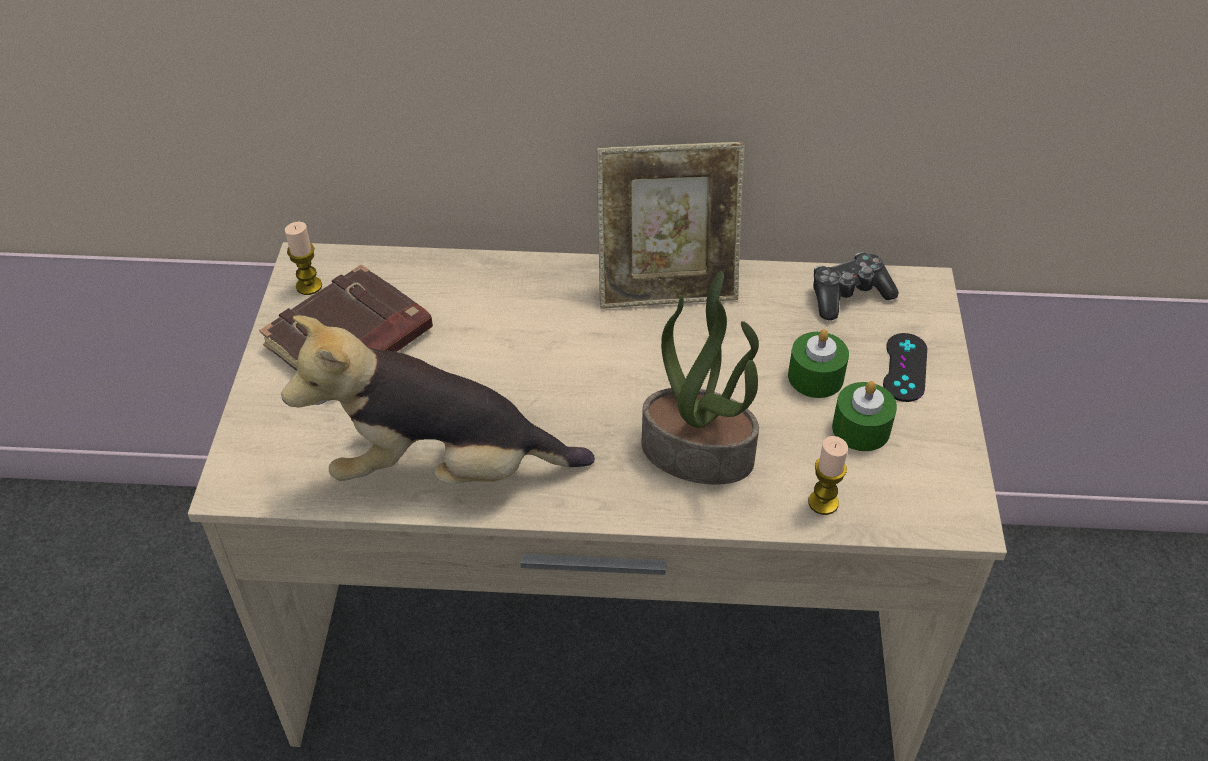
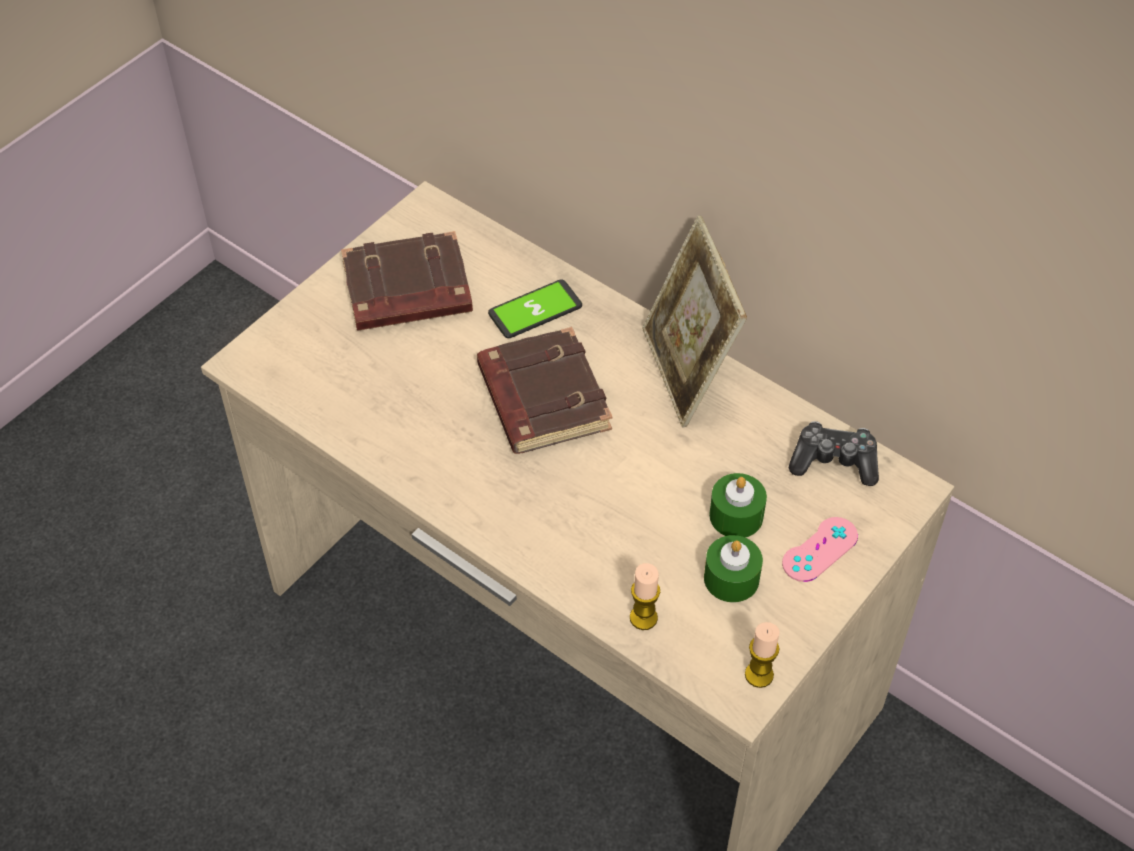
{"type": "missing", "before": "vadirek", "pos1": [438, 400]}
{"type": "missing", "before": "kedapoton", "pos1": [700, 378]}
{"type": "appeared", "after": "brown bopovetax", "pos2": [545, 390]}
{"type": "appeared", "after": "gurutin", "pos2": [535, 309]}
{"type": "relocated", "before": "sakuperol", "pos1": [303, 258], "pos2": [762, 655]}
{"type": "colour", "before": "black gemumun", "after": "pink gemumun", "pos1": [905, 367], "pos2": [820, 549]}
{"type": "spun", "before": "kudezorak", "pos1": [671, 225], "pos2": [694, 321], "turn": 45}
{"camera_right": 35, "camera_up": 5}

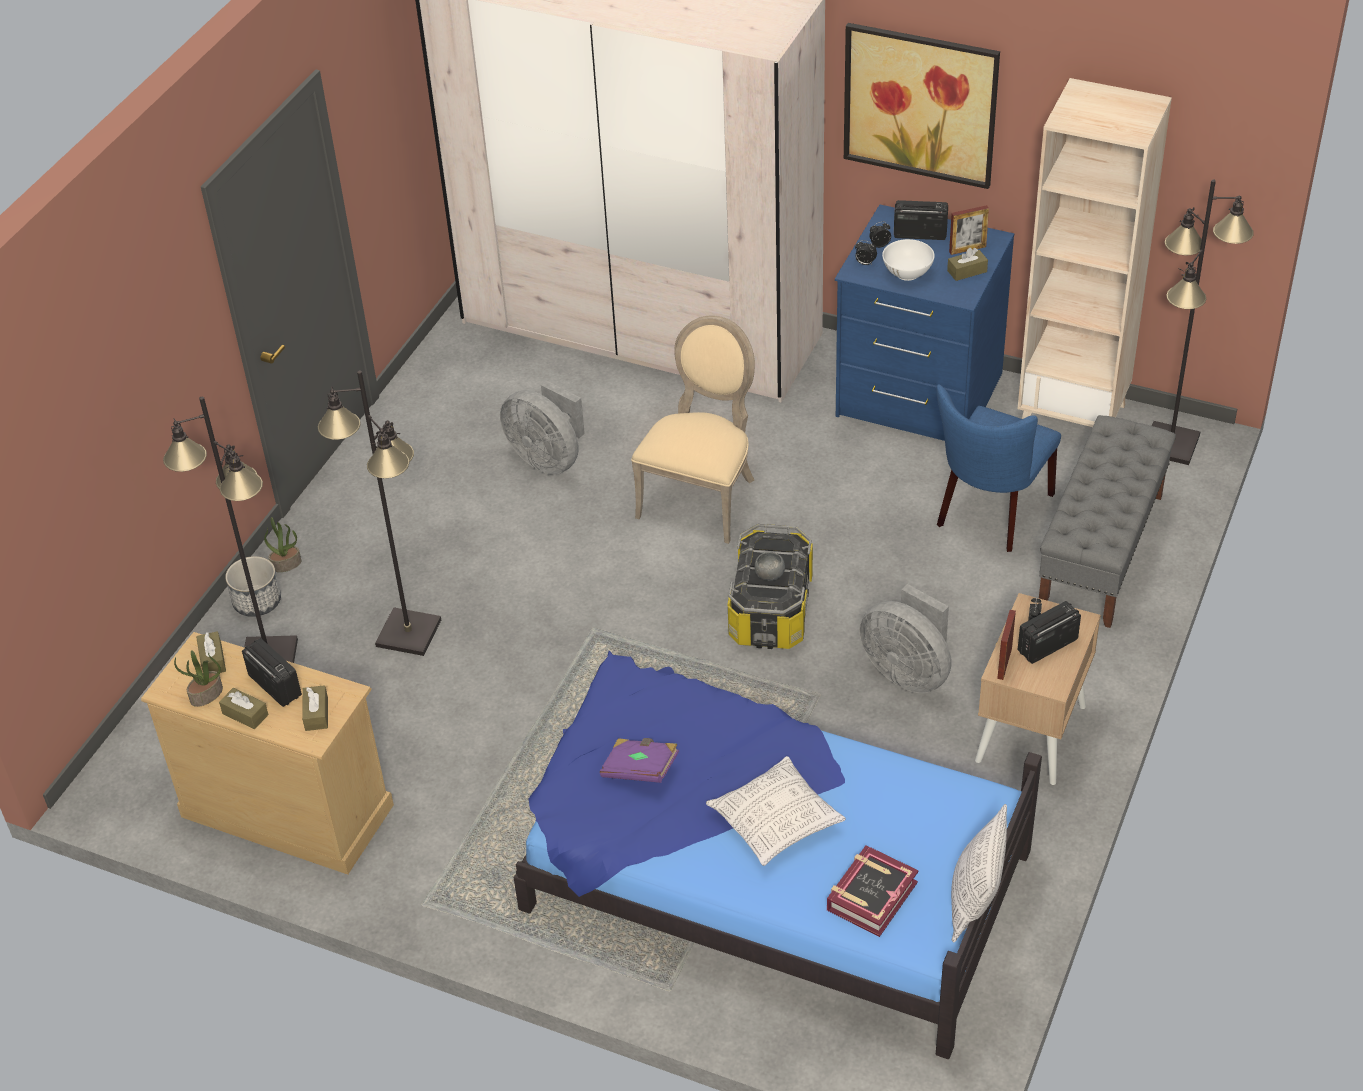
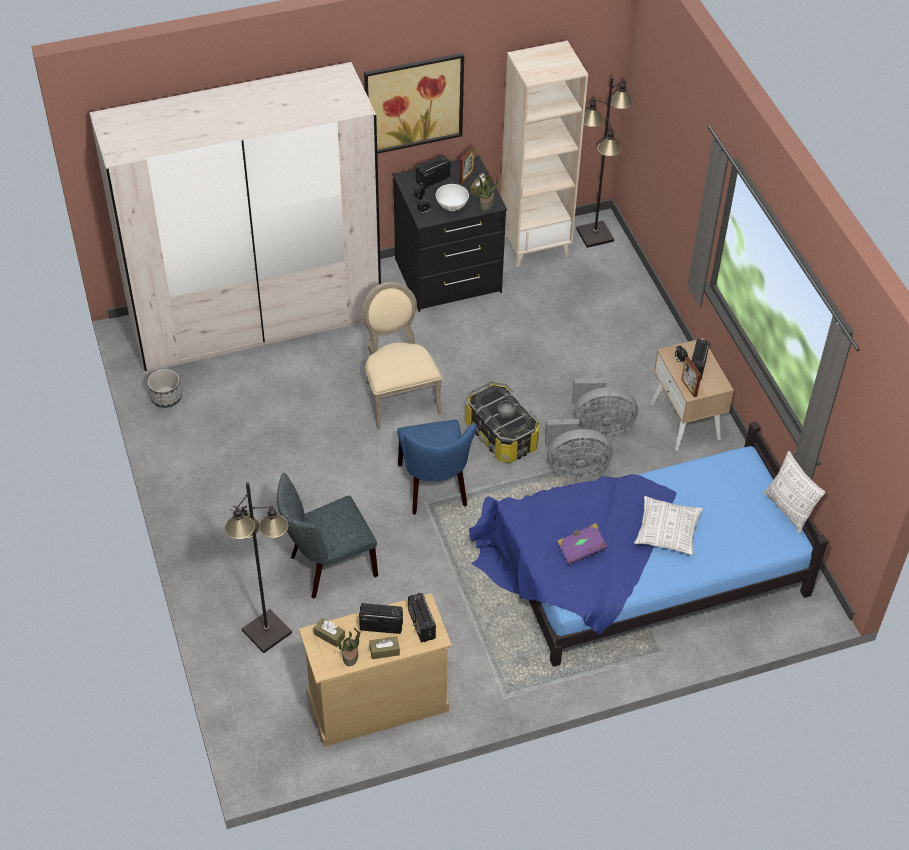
{"type": "missing", "before": "bopovetax", "pos1": [872, 891]}
{"type": "missing", "before": "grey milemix", "pos1": [1107, 521]}
{"type": "relocated", "before": "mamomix", "pos1": [253, 586], "pos2": [164, 388]}
{"type": "relocated", "before": "kedapoton", "pos1": [283, 544], "pos2": [487, 193]}
{"type": "relocated", "before": "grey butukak", "pos1": [542, 427], "pos2": [579, 448]}
{"type": "relocated", "before": "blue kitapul", "pos1": [998, 468], "pos2": [437, 467]}
{"type": "exchanged", "before": "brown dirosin", "after": "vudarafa", "pos1": [315, 708], "pos2": [422, 618]}
{"type": "exchanged", "before": "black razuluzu", "after": "grey kitapul", "pos1": [379, 513], "pos2": [327, 535]}
{"type": "colour", "before": "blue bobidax", "after": "black bobidax", "pos1": [924, 323], "pos2": [449, 234]}
{"camera_right": -45, "camera_up": 5}

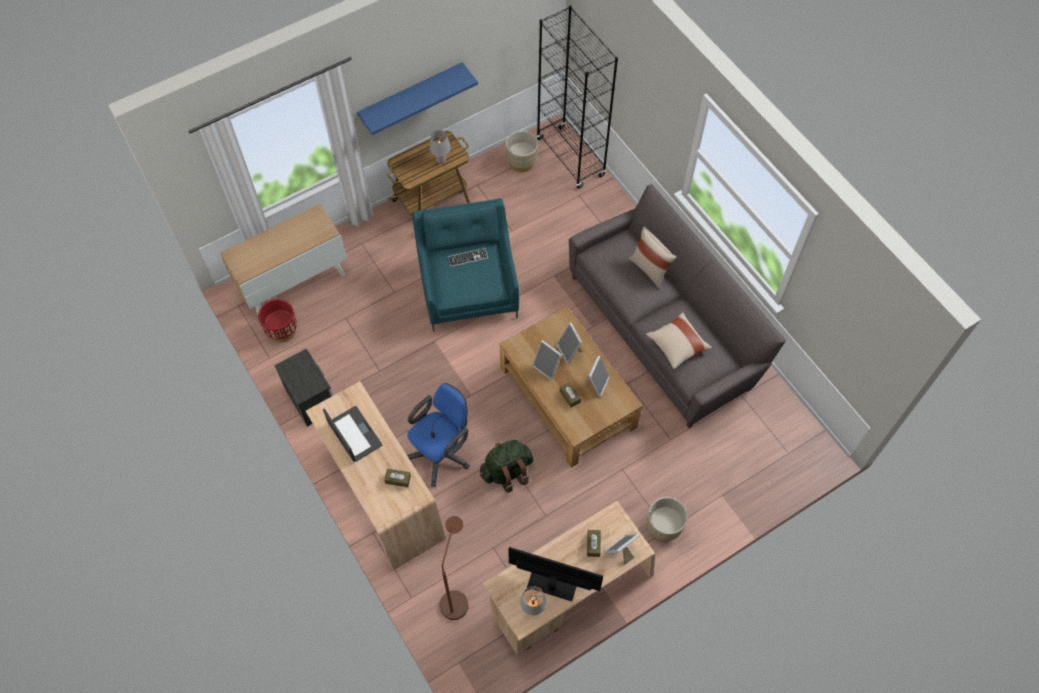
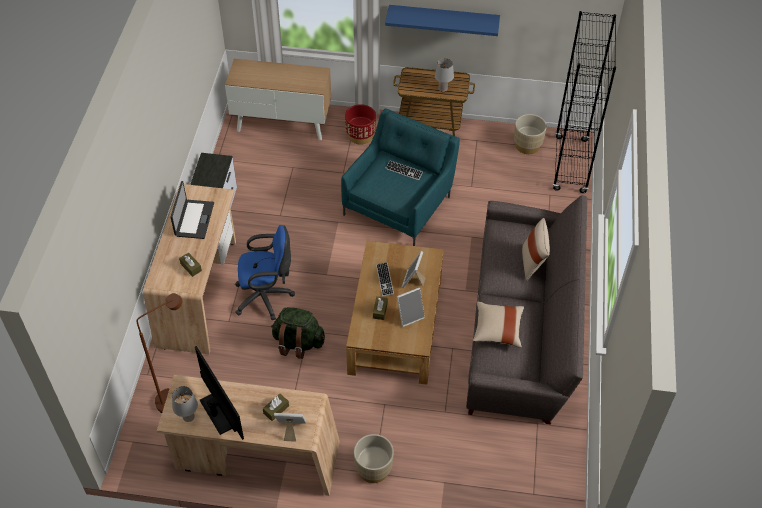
{"type": "relocated", "before": "red mamomix", "pos1": [277, 320], "pos2": [360, 124]}
{"type": "exchanged", "before": "kudezorak", "after": "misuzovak", "pos1": [547, 360], "pos2": [385, 279]}
{"camera_right": 40, "camera_up": -10}

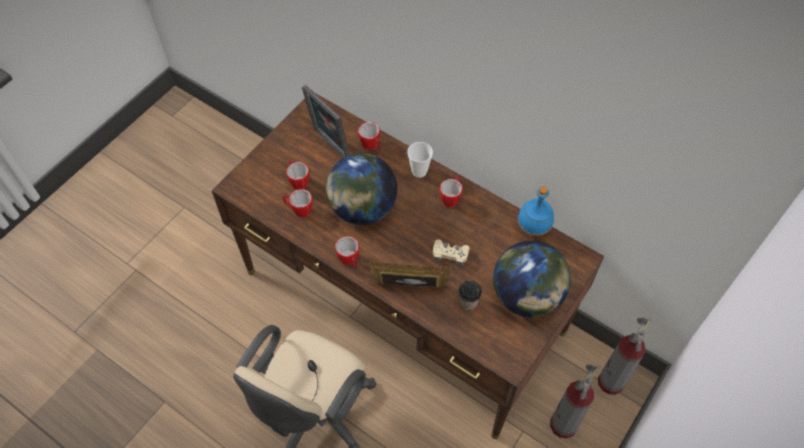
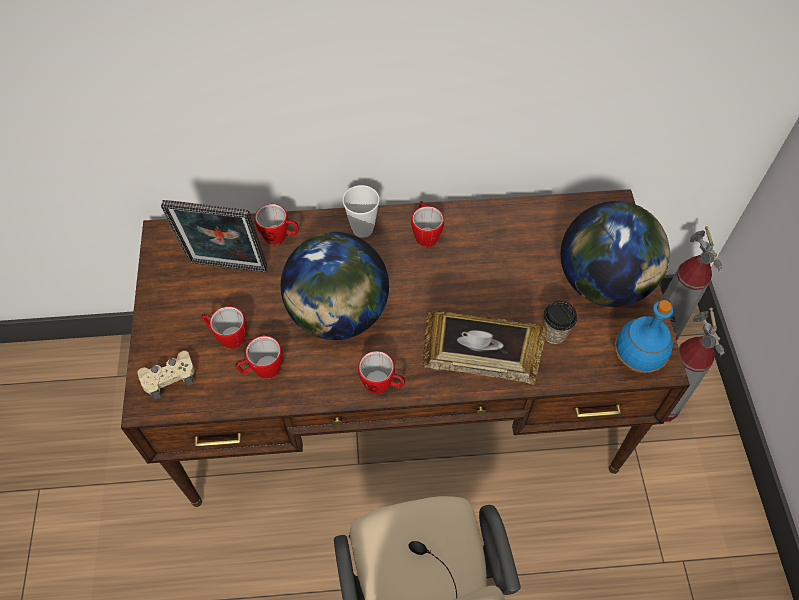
{"type": "relocated", "before": "beige gemumun", "pos1": [451, 253], "pos2": [166, 375]}
{"type": "relocated", "before": "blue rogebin", "pos1": [536, 211], "pos2": [644, 336]}
{"type": "spun", "before": "kudezorak", "pos1": [410, 274], "pos2": [485, 347], "turn": -135}
{"camera_right": -40, "camera_up": 0}

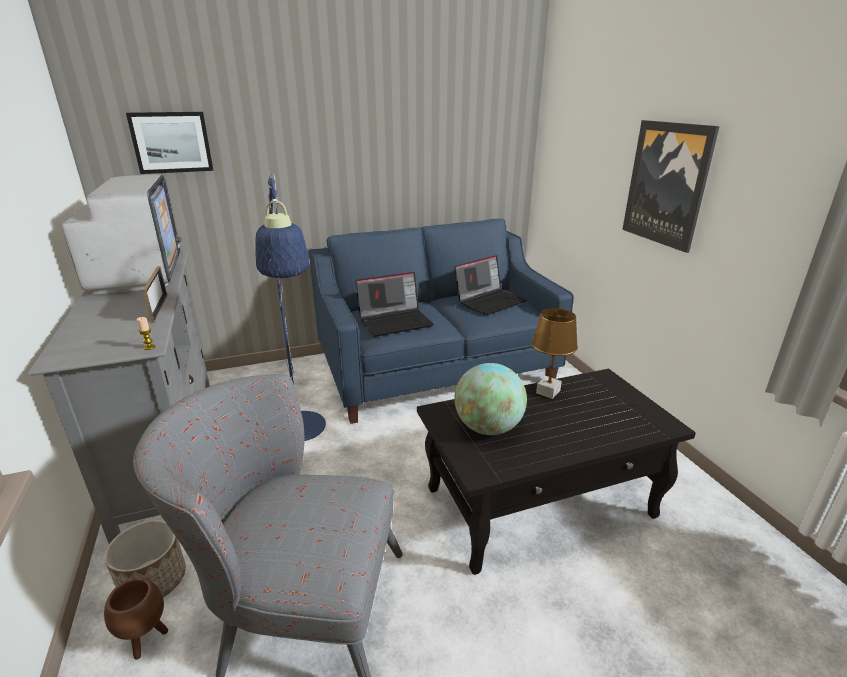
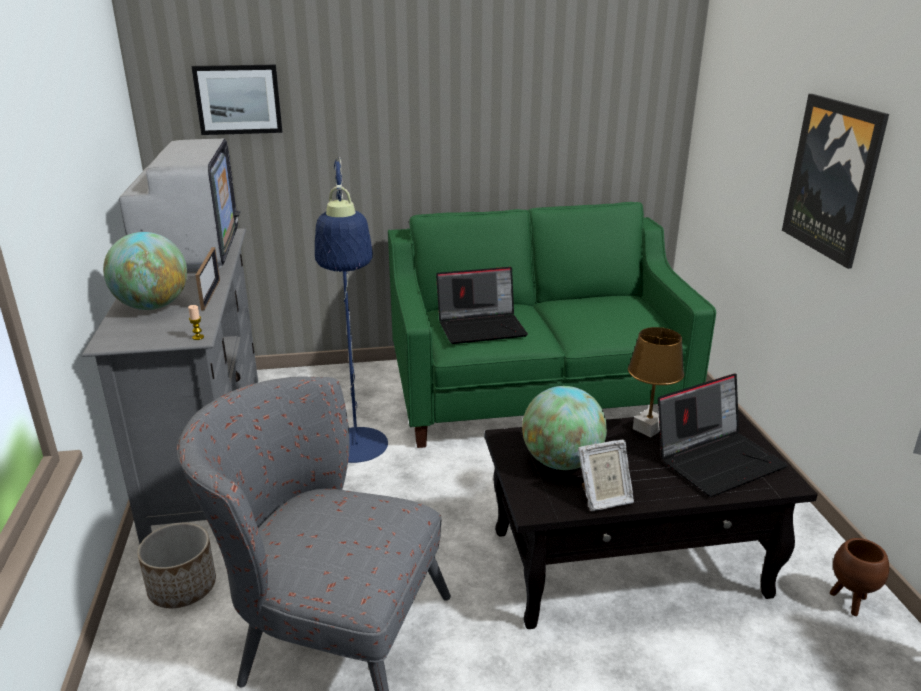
{"type": "appeared", "after": "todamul", "pos2": [145, 271]}
{"type": "appeared", "after": "kudezorak", "pos2": [606, 475]}
{"type": "relocated", "before": "brown mamomix", "pos1": [136, 619], "pos2": [859, 577]}
{"type": "relocated", "before": "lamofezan", "pos1": [491, 285], "pos2": [723, 435]}
{"type": "colour", "before": "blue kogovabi", "after": "green kogovabi", "pos1": [441, 321], "pos2": [552, 325]}
{"camera_right": 10, "camera_up": 0}

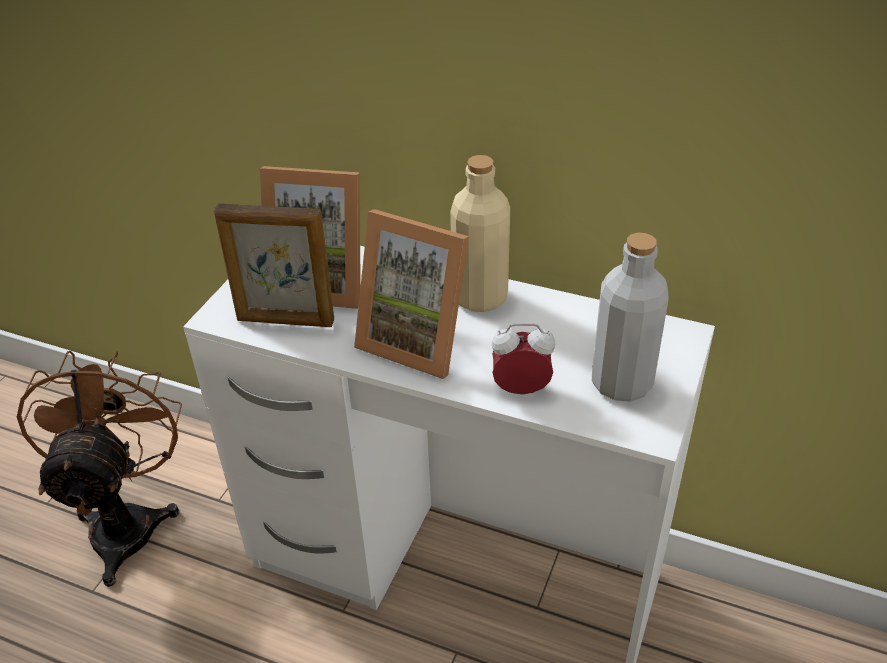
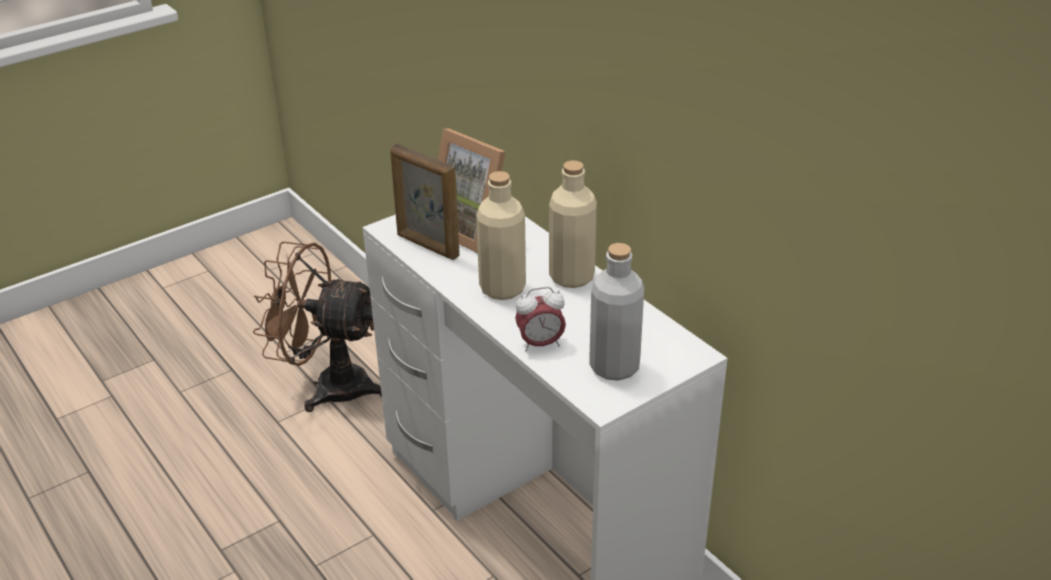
{"type": "exchanged", "before": "kudezorak", "after": "beige rogebin", "pos1": [411, 294], "pos2": [501, 235]}
{"type": "spun", "before": "brown butukak", "pos1": [99, 469], "pos2": [317, 326], "turn": -105}
{"type": "spun", "before": "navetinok", "pos1": [523, 359], "pos2": [540, 319], "turn": 135}
{"camera_right": 30, "camera_up": -5}

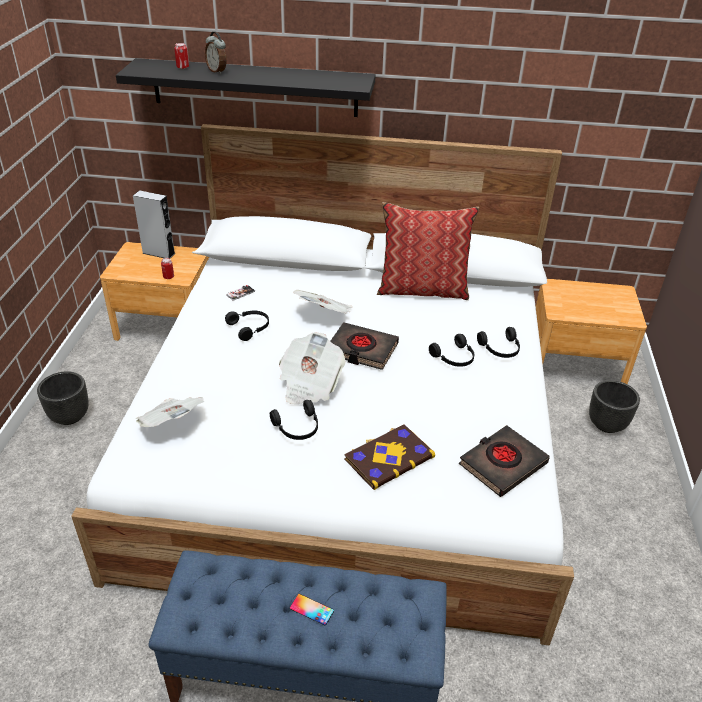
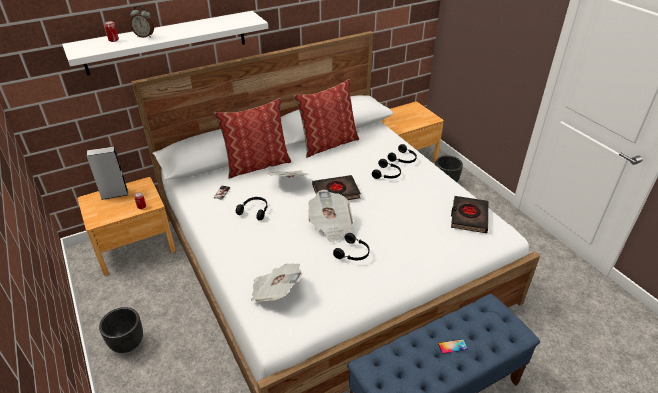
{"type": "missing", "before": "bopovetax", "pos1": [389, 457]}
{"type": "appeared", "after": "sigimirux", "pos2": [252, 138]}
{"type": "colour", "before": "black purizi", "after": "white purizi", "pos1": [246, 87], "pos2": [165, 43]}
{"camera_right": -35, "camera_up": 0}

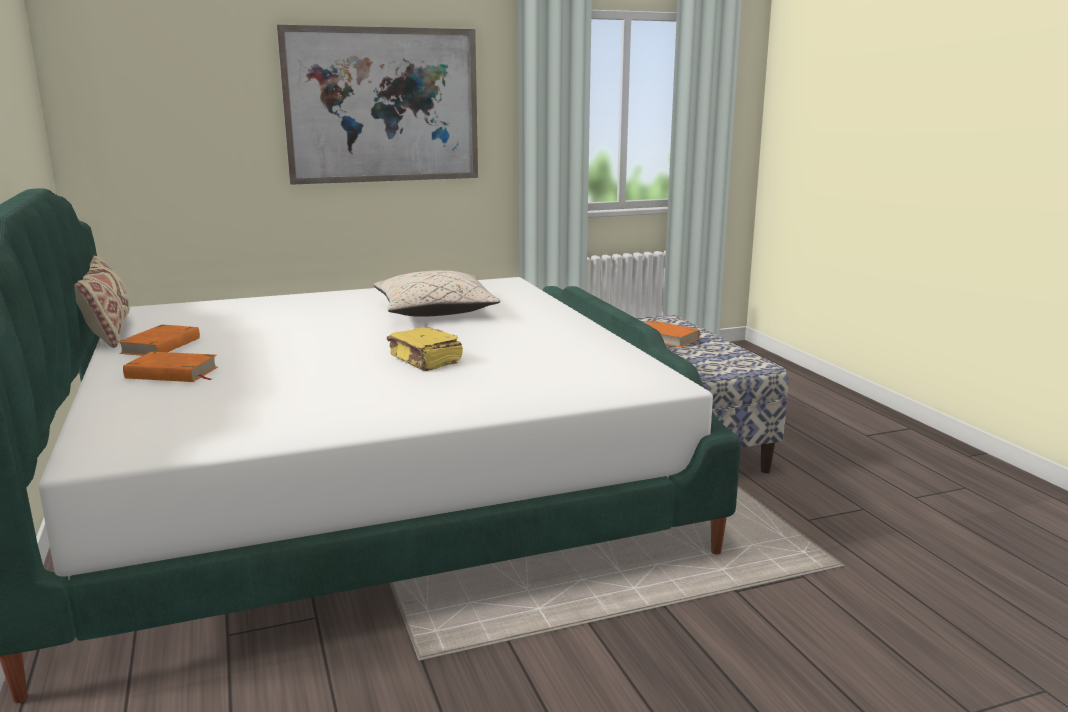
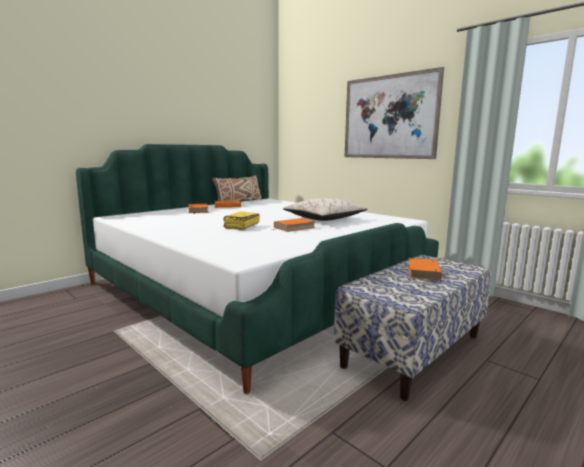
{"type": "appeared", "after": "orange bopovetax", "pos2": [294, 225]}
{"camera_right": 65, "camera_up": -5}

